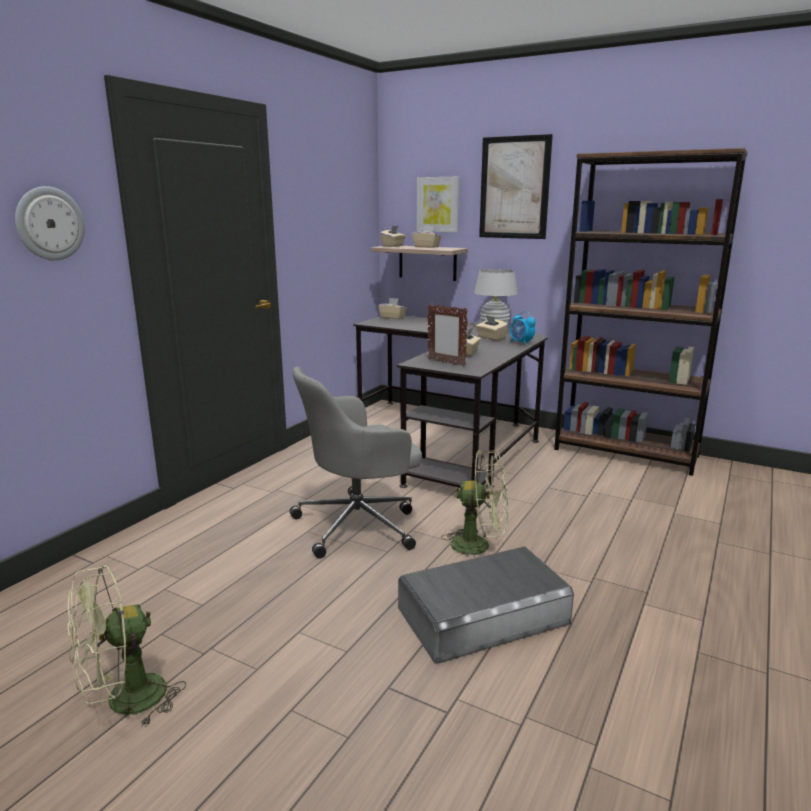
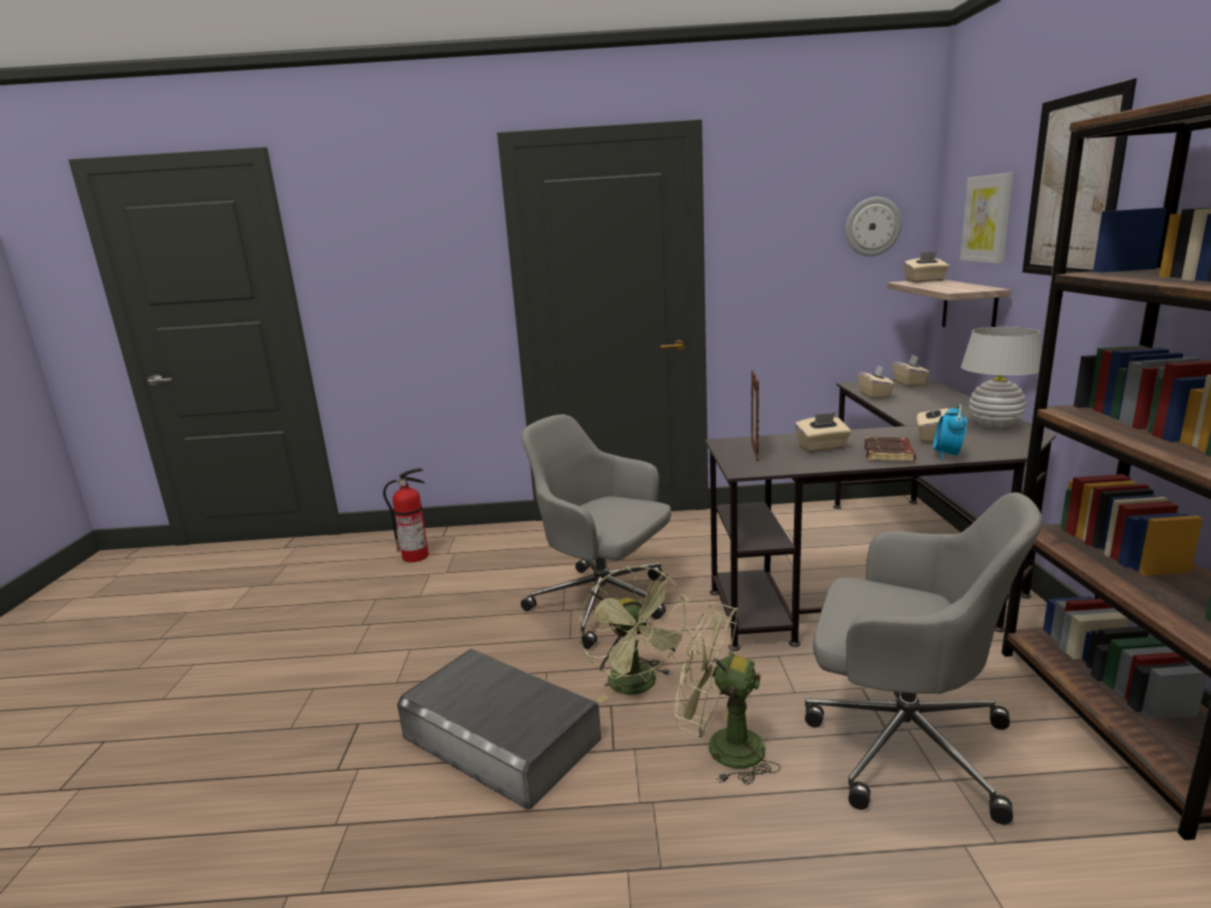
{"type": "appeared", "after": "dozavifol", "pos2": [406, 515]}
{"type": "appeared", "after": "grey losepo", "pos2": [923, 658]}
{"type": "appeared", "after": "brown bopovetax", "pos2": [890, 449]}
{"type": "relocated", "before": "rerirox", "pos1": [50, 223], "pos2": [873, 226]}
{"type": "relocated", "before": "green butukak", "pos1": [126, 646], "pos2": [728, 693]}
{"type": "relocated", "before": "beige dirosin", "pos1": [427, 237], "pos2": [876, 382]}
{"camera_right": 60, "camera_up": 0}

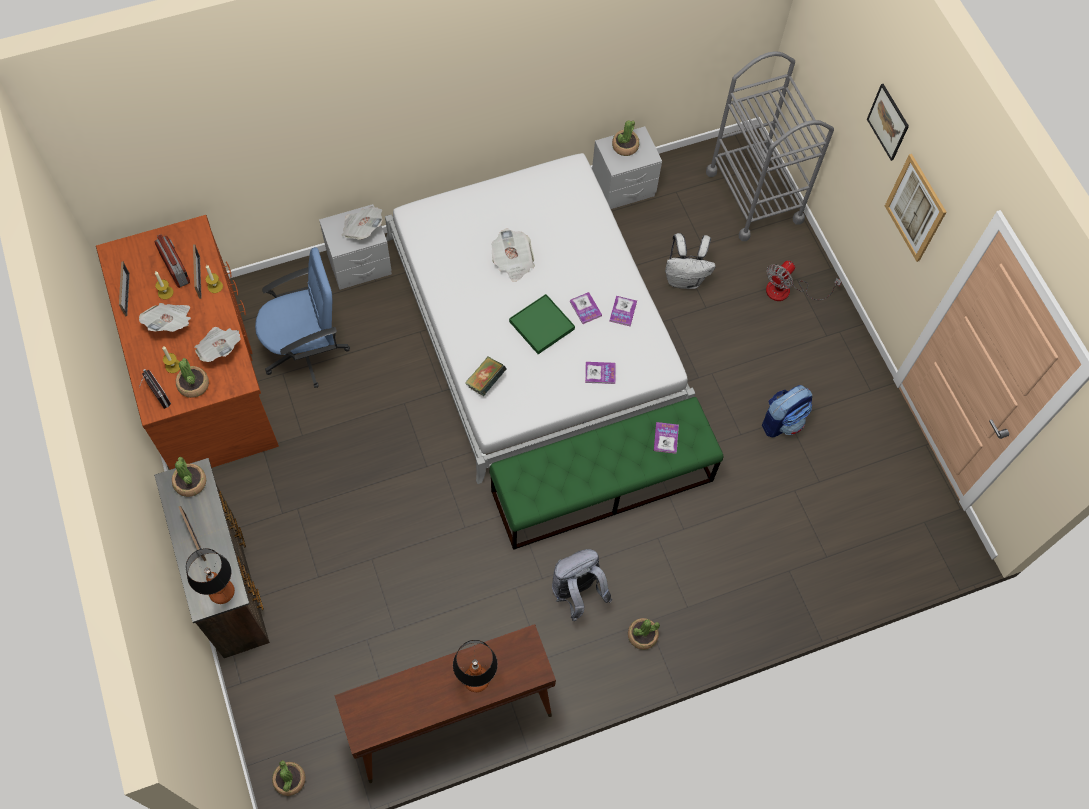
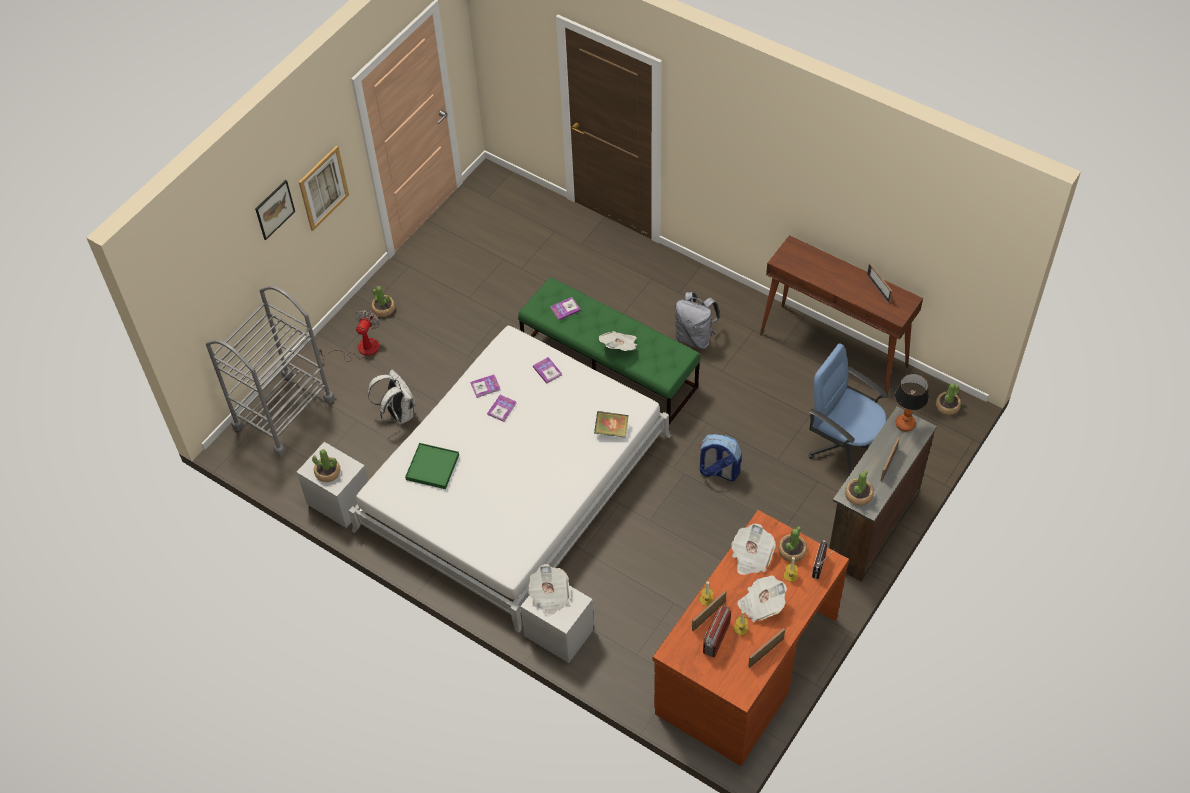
{"type": "missing", "before": "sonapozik", "pos1": [475, 666]}
{"type": "appeared", "after": "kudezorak", "pos2": [879, 283]}
{"type": "relocated", "before": "blue losepo", "pos1": [302, 317], "pos2": [848, 409]}
{"type": "relocated", "before": "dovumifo", "pos1": [513, 255], "pos2": [618, 341]}
{"type": "relocated", "before": "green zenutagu", "pos1": [542, 324], "pos2": [432, 466]}
{"type": "relocated", "before": "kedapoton", "pos1": [644, 634], "pos2": [383, 301]}
{"type": "relocated", "before": "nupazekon", "pos1": [787, 411], "pos2": [720, 457]}
{"type": "spun", "before": "butukak", "pos1": [804, 280], "pos2": [348, 336], "turn": -75}
{"camera_right": -120, "camera_up": -10}

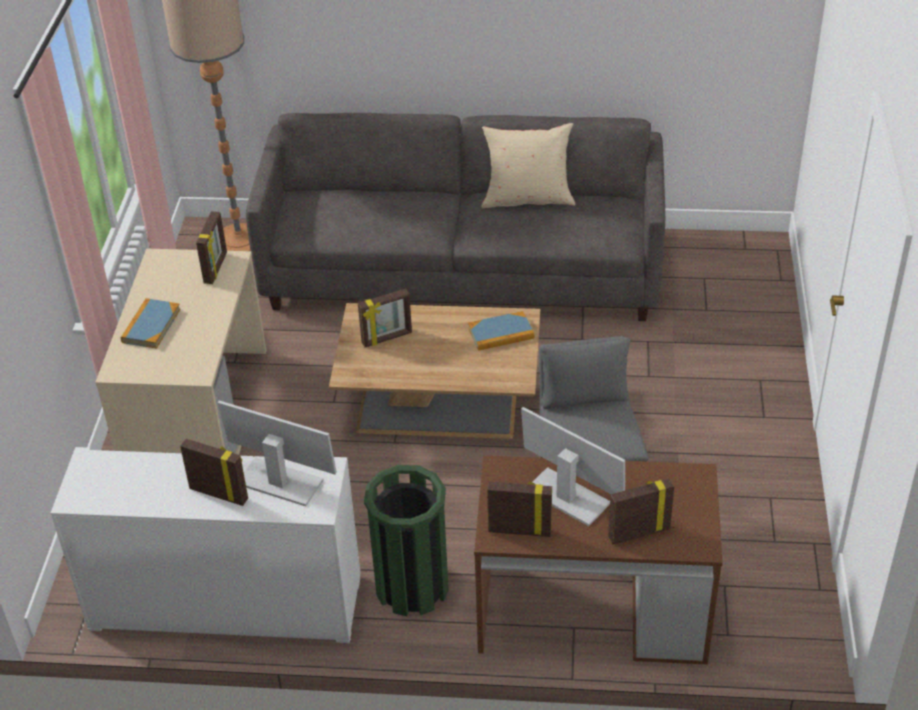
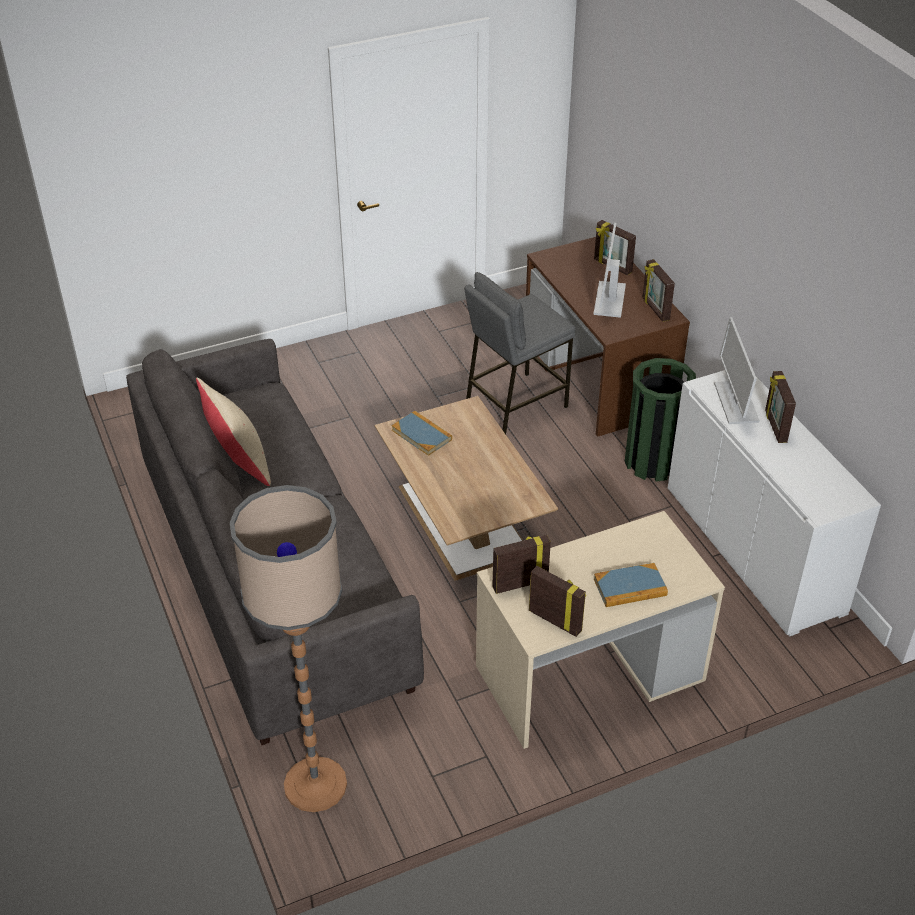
{"type": "relocated", "before": "kudezorak", "pos1": [385, 317], "pos2": [557, 601]}
{"camera_right": -120, "camera_up": 0}

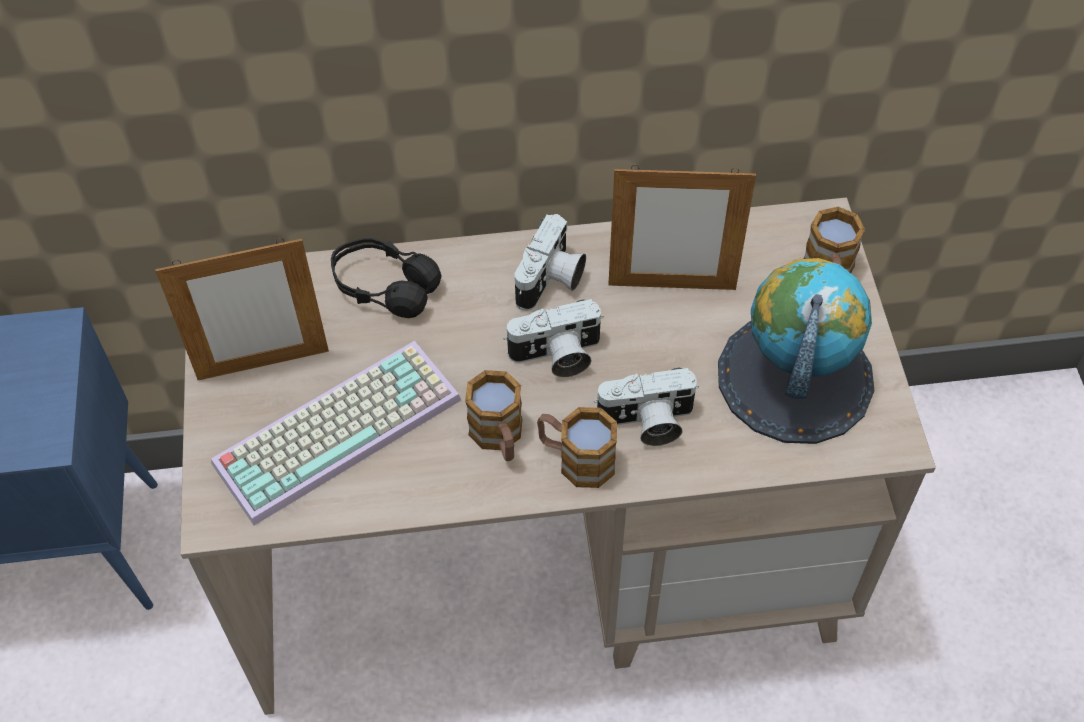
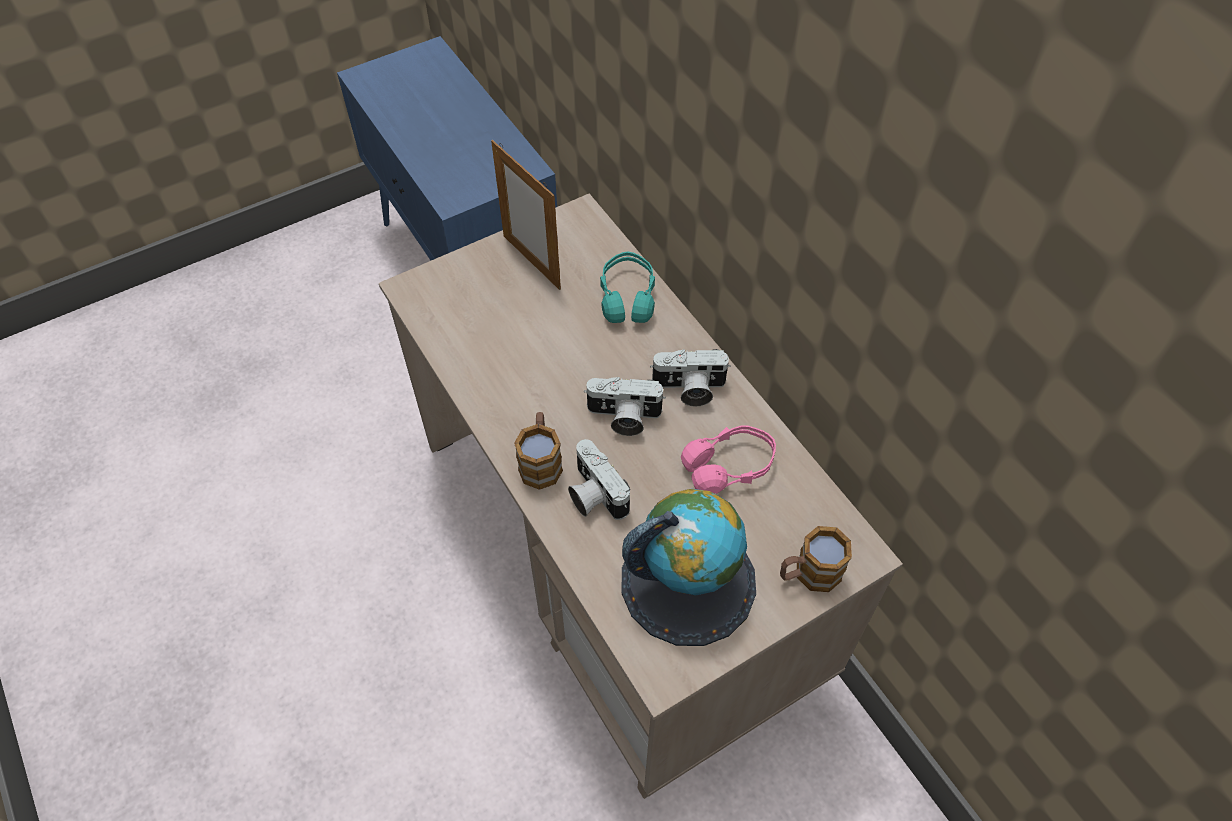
{"type": "missing", "before": "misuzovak", "pos1": [336, 433]}
{"type": "missing", "before": "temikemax", "pos1": [493, 415]}
{"type": "exchanged", "before": "kudezorak", "after": "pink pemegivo", "pos1": [682, 227], "pos2": [728, 460]}
{"type": "colour", "before": "black pemegivo", "after": "turquoise pemegivo", "pos1": [386, 278], "pos2": [627, 287]}
{"type": "spun", "before": "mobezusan", "pos1": [554, 338], "pos2": [625, 406], "turn": -45}
{"camera_right": 65, "camera_up": 0}

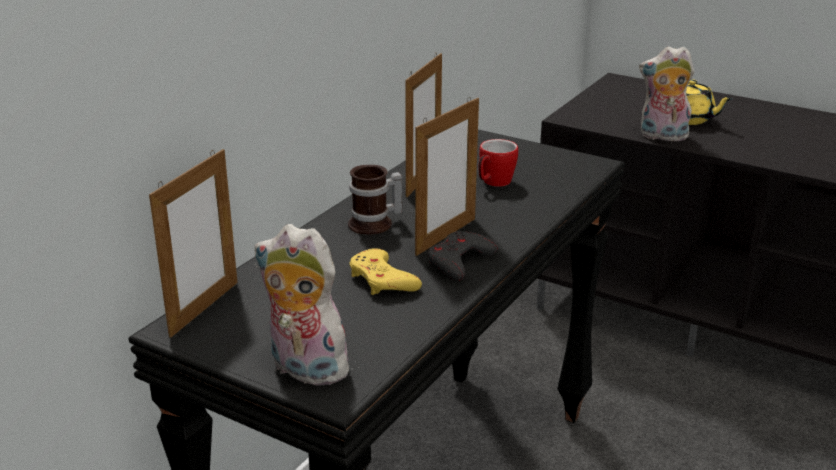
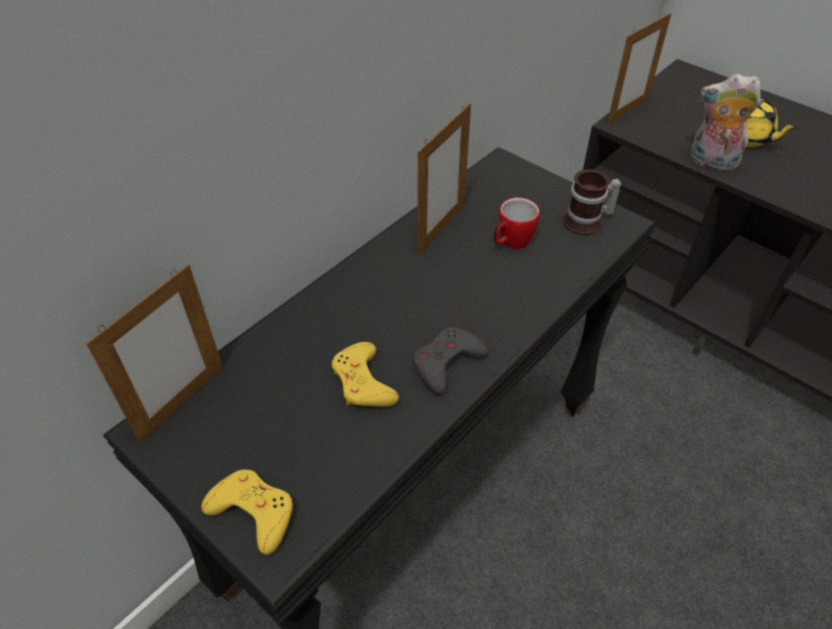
{"type": "relocated", "before": "temikemax", "pos1": [375, 200], "pos2": [592, 202]}
{"type": "relocated", "before": "kudezorak", "pos1": [447, 176], "pos2": [639, 68]}
{"type": "exchanged", "before": "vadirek", "after": "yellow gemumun", "pos1": [306, 304], "pos2": [247, 512]}
{"camera_right": 10, "camera_up": 20}

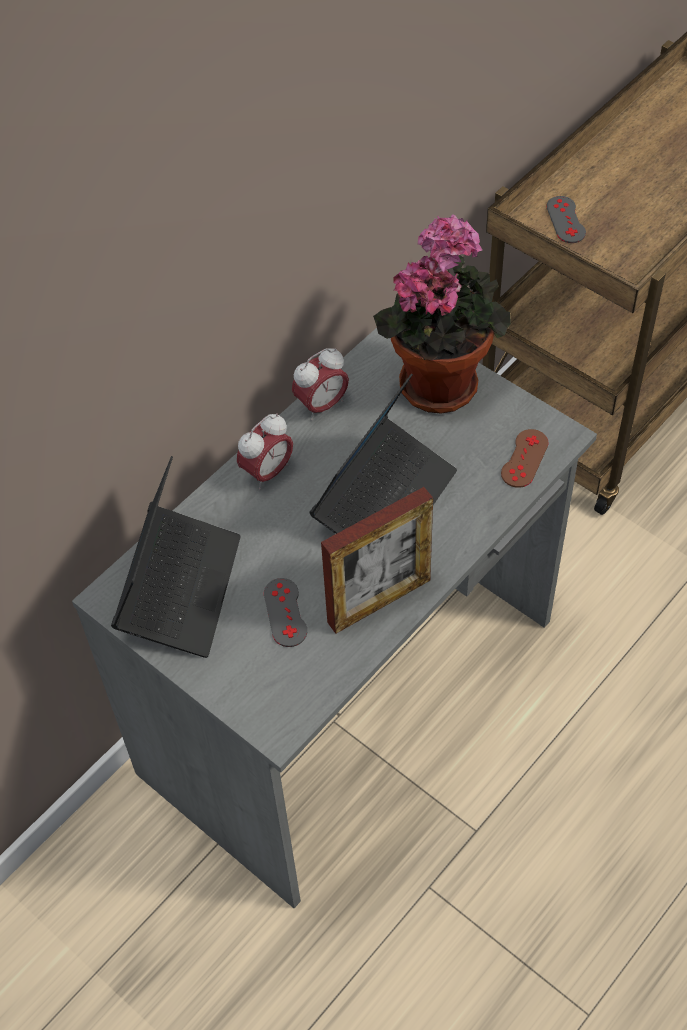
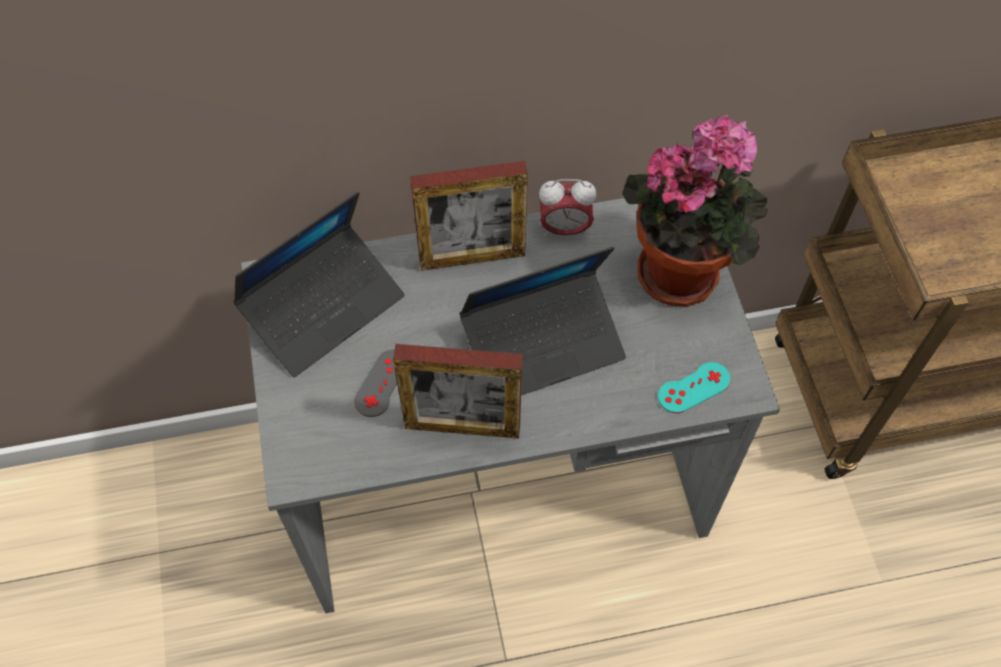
{"type": "missing", "before": "grey gemumun", "pos1": [566, 219]}
{"type": "exchanged", "before": "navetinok", "after": "kudezorak", "pos1": [265, 451], "pos2": [469, 216]}
{"type": "colour", "before": "brown gemumun", "after": "turquoise gemumun", "pos1": [524, 458], "pos2": [694, 387]}
{"camera_right": 35, "camera_up": 5}

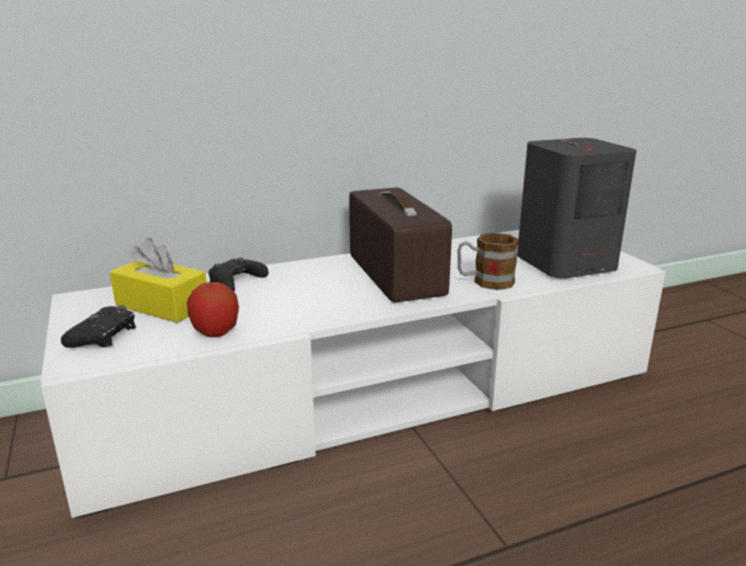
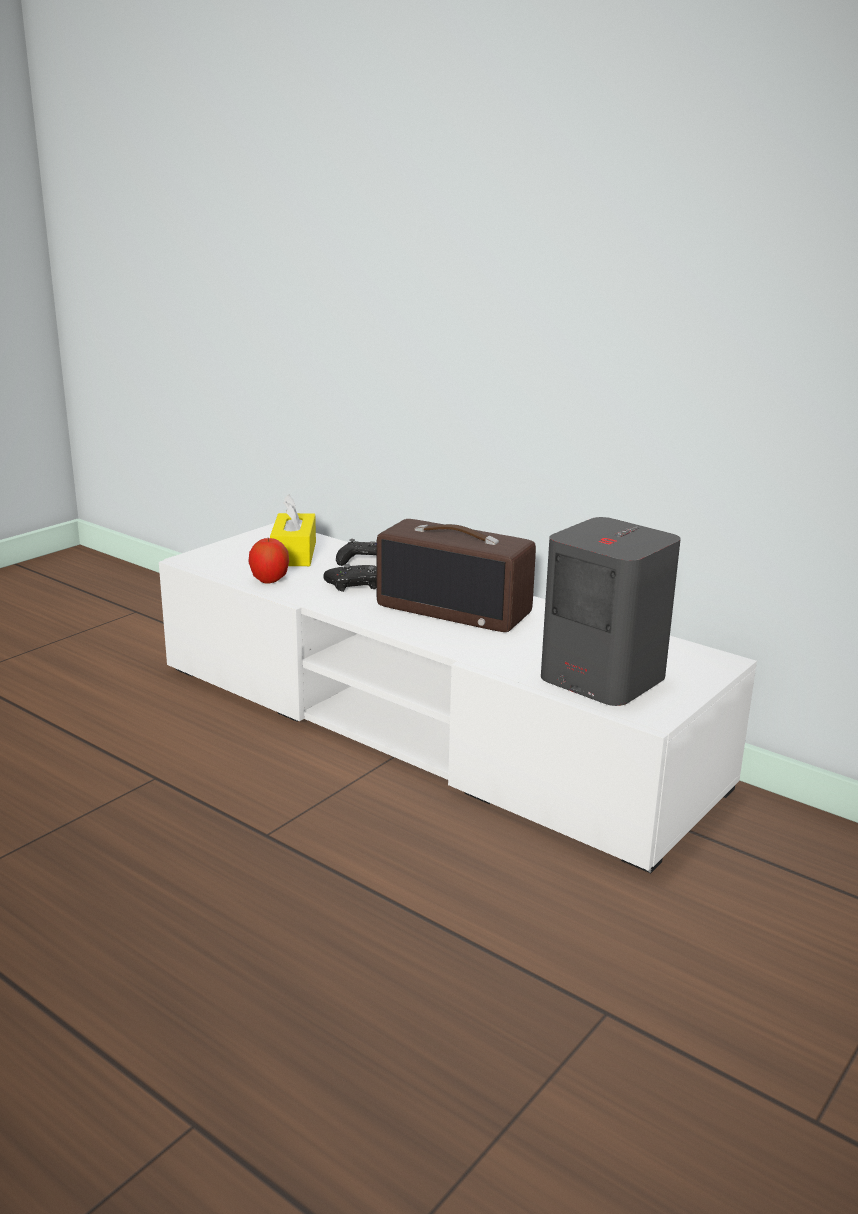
{"type": "missing", "before": "temikemax", "pos1": [488, 261]}
{"type": "relocated", "before": "black gemumun", "pos1": [98, 326], "pos2": [350, 578]}
{"type": "spun", "before": "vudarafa", "pos1": [400, 245], "pos2": [456, 575], "turn": 75}
{"camera_right": 60, "camera_up": 0}

